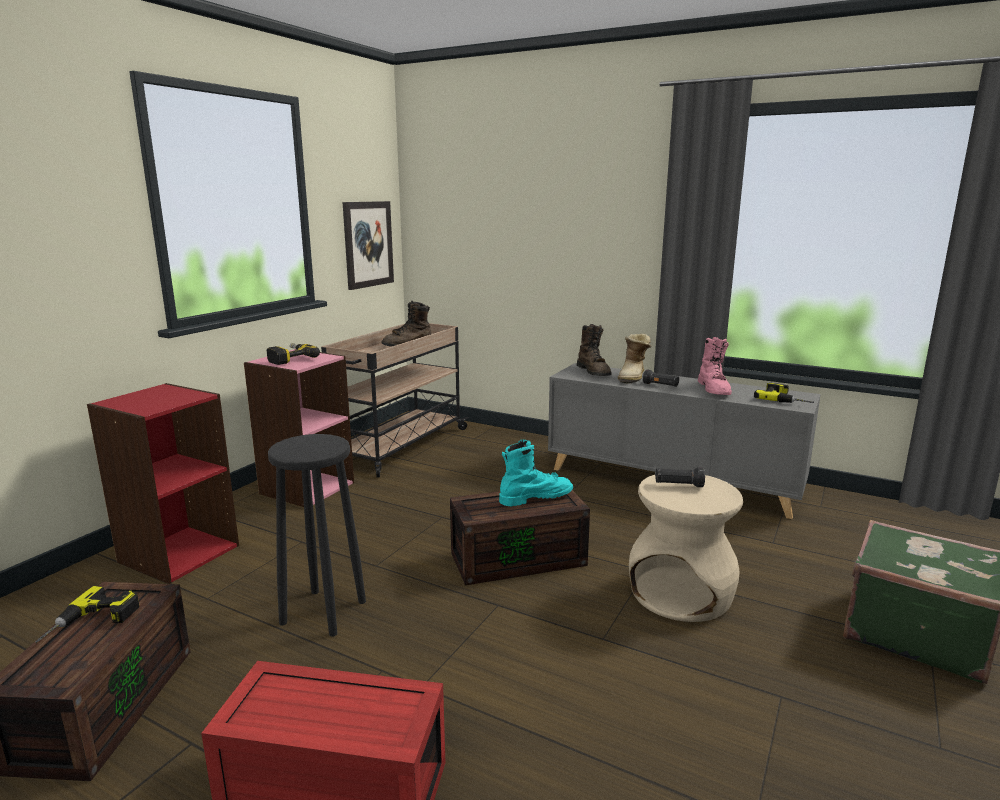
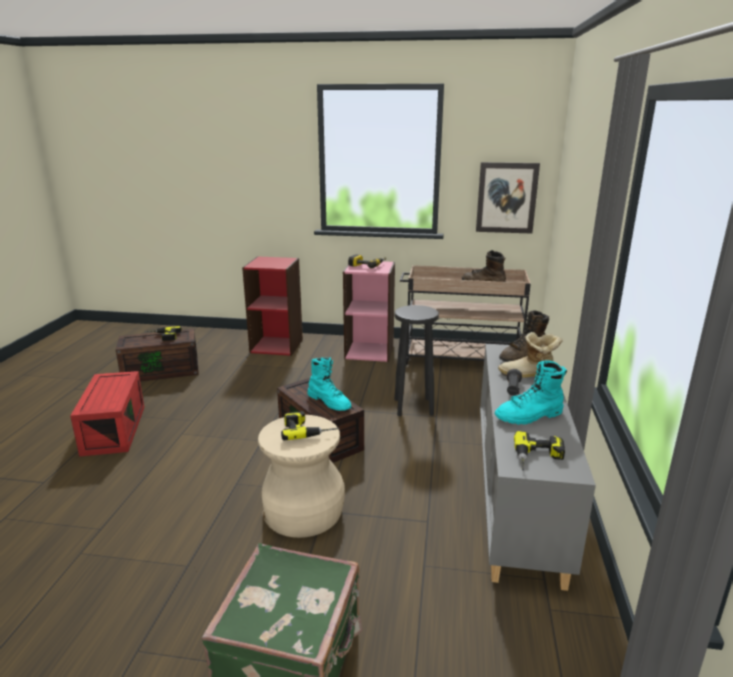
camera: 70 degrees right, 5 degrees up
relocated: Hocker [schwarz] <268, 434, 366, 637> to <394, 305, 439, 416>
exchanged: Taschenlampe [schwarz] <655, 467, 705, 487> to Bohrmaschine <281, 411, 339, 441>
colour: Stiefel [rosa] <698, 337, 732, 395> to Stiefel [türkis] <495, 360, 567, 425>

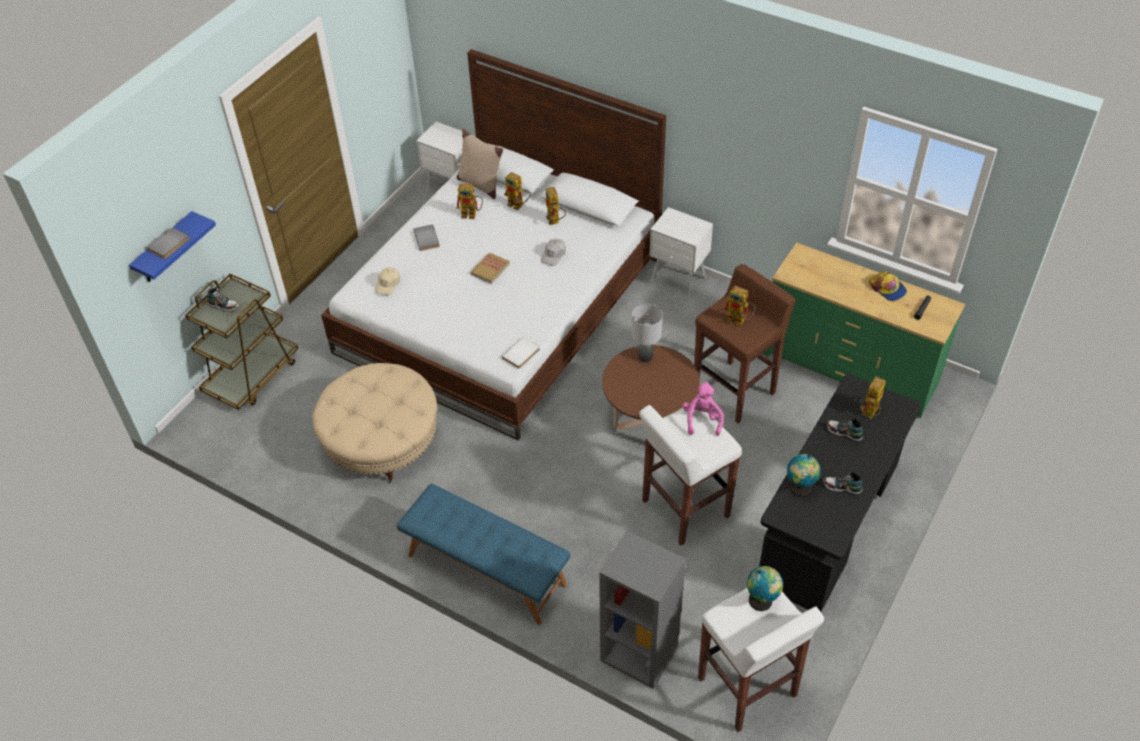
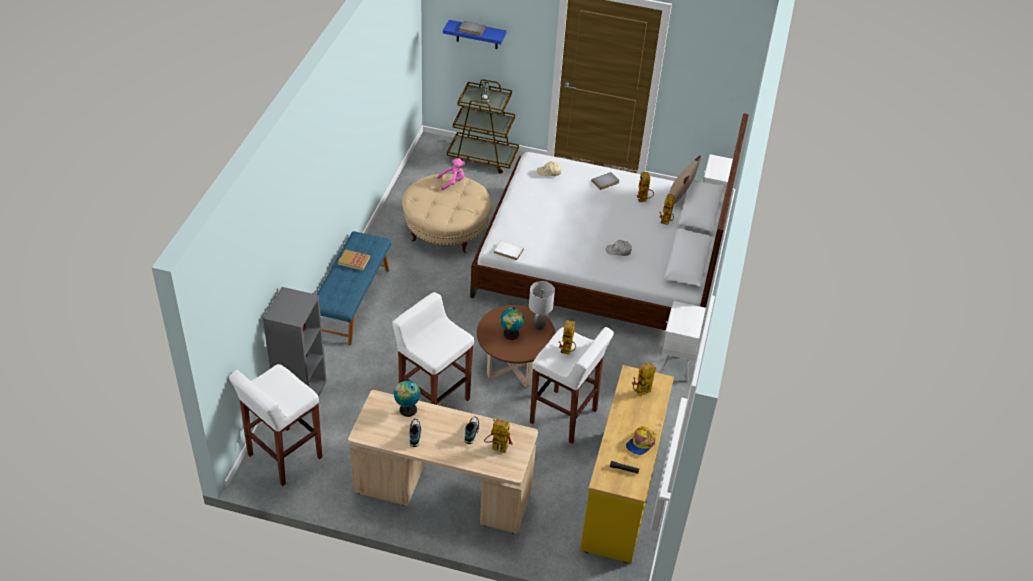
camera: 70 degrees right, 5 degrees down
relocated: Buch <471, 252, 510, 284> to <338, 249, 370, 271>; Spielzeugroboter <546, 187, 566, 225> to <632, 362, 656, 396>; Plüschtier [rosa] <682, 382, 724, 435> to <437, 158, 465, 190>; Globus <747, 566, 783, 611> to <500, 307, 524, 340>
colour: Hocker [braun] <694, 264, 796, 423> to Hocker [weiß] <530, 327, 614, 444>; Schreibtisch [schwarz] <759, 374, 922, 612> to Schreibtisch [beige] <348, 390, 538, 534>; Kommode [grün] <762, 242, 965, 418> to Kommode [gelb] <580, 365, 674, 563>

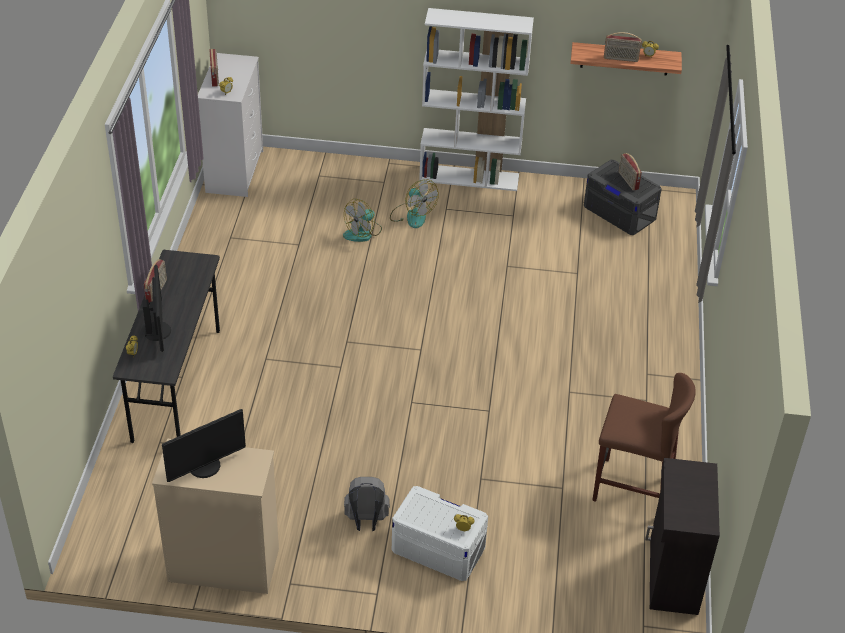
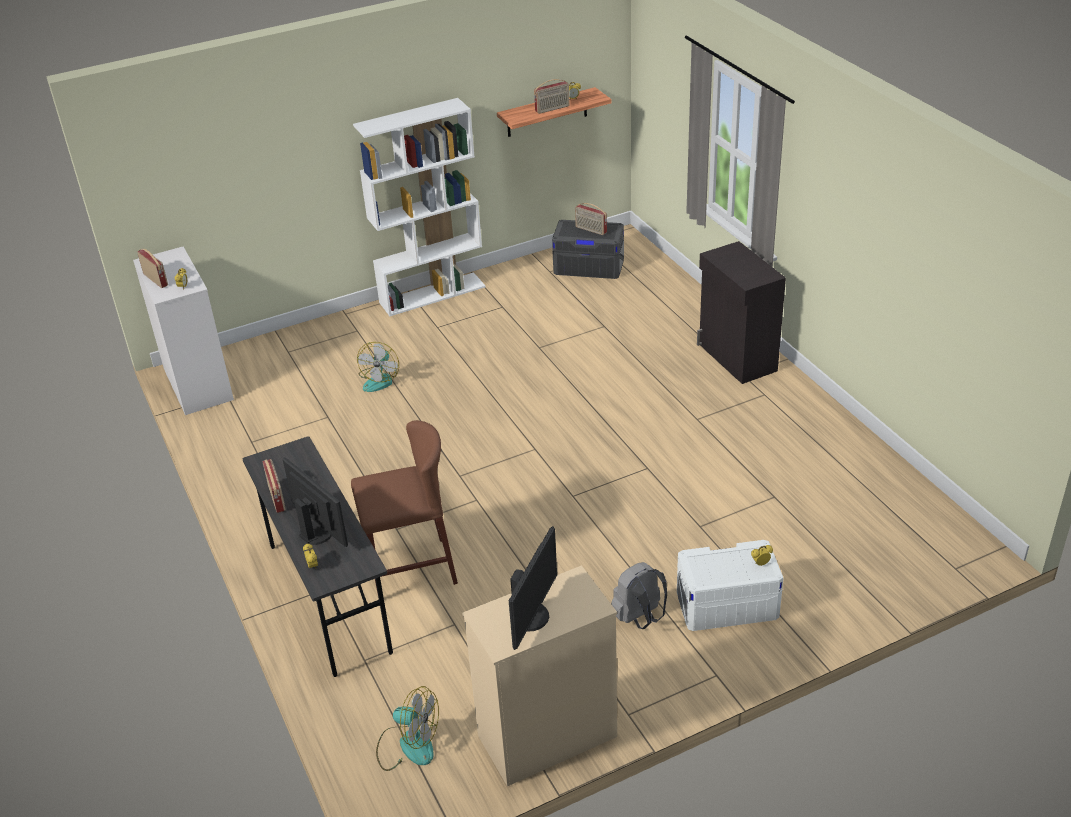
camera: 30 degrees left, 5 degrees down
relocated: Ventilator <390, 179, 439, 228> to <376, 686, 439, 771>; Hocker [braun] <592, 373, 696, 502> to <351, 420, 458, 598>; Schrank [schwarz] <645, 458, 720, 615> to <697, 241, 786, 384>

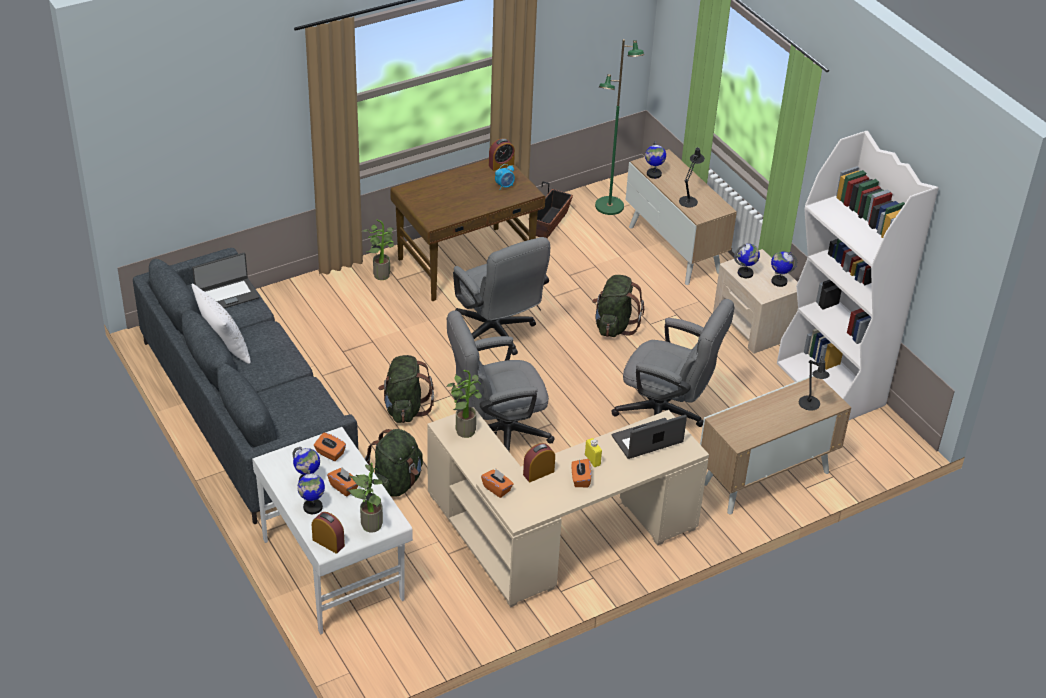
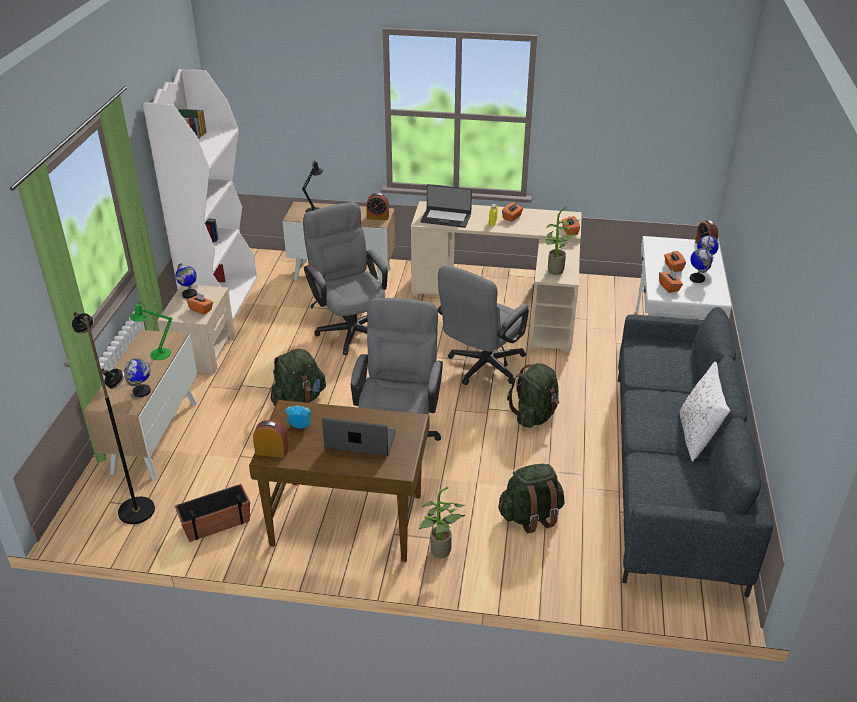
camera: 140 degrees left, 5 degrees down
missing: Topfpflanze <346, 462, 384, 532>
relocated: Laptop <192, 252, 259, 308> to <322, 418, 396, 456>; Rucksack [grün] <364, 429, 423, 496> to <498, 464, 564, 533>; Wecker <523, 443, 555, 482> to <366, 193, 389, 220>
exchanged: Globus <734, 244, 760, 278> to Taschentuchbox [orange] <187, 293, 213, 315>
colour: Stehlampe [grün] <595, 39, 644, 215> to Stehlampe [schwarz] <72, 312, 155, 524>; Tischlampe [schwarz] <679, 148, 705, 208> to Tischlampe [grün] <130, 301, 172, 360>
spun: Bürostuhl [grau] <447, 310, 555, 451> = <437, 265, 529, 385> 105 degrees clockwise

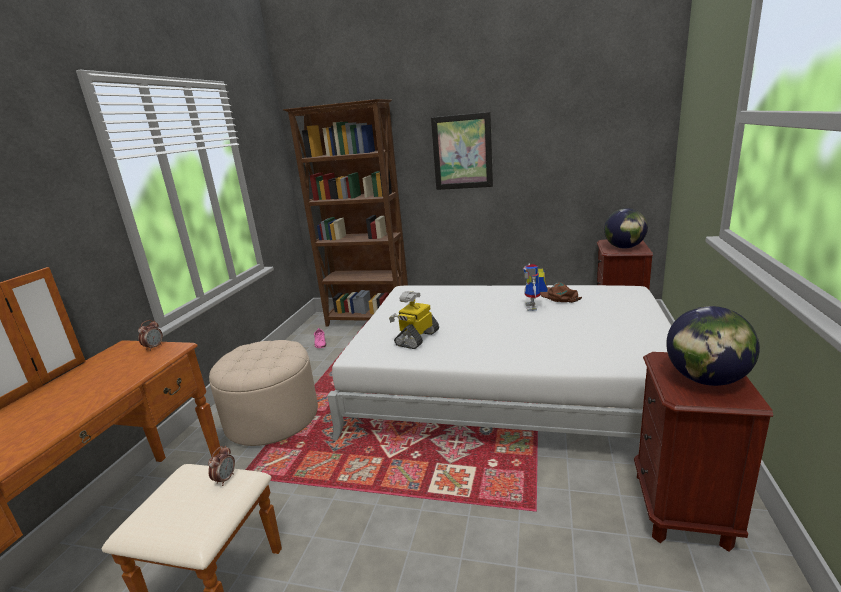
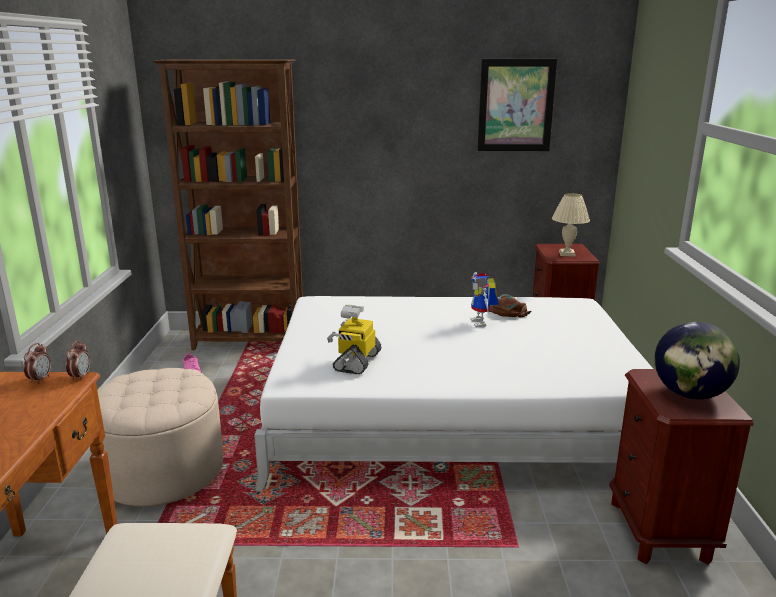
camera: 15 degrees left, 0 degrees up
relocated: Wecker <208, 446, 235, 486> to <66, 341, 90, 381>; Bild <431, 112, 493, 190> to <477, 59, 557, 151>
exchanged: Globus <604, 208, 648, 249> to Tischlampe [beige] <552, 193, 590, 257>

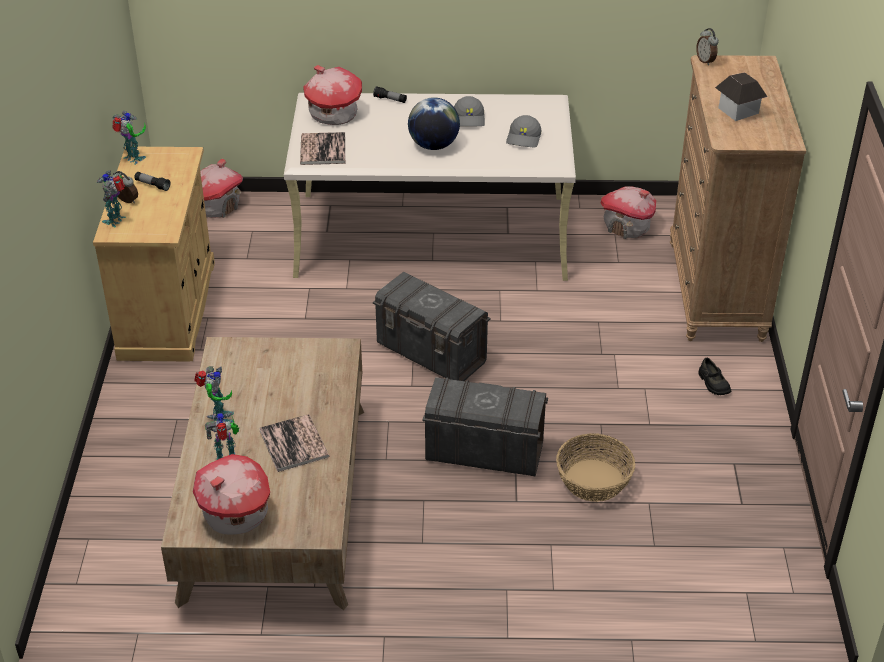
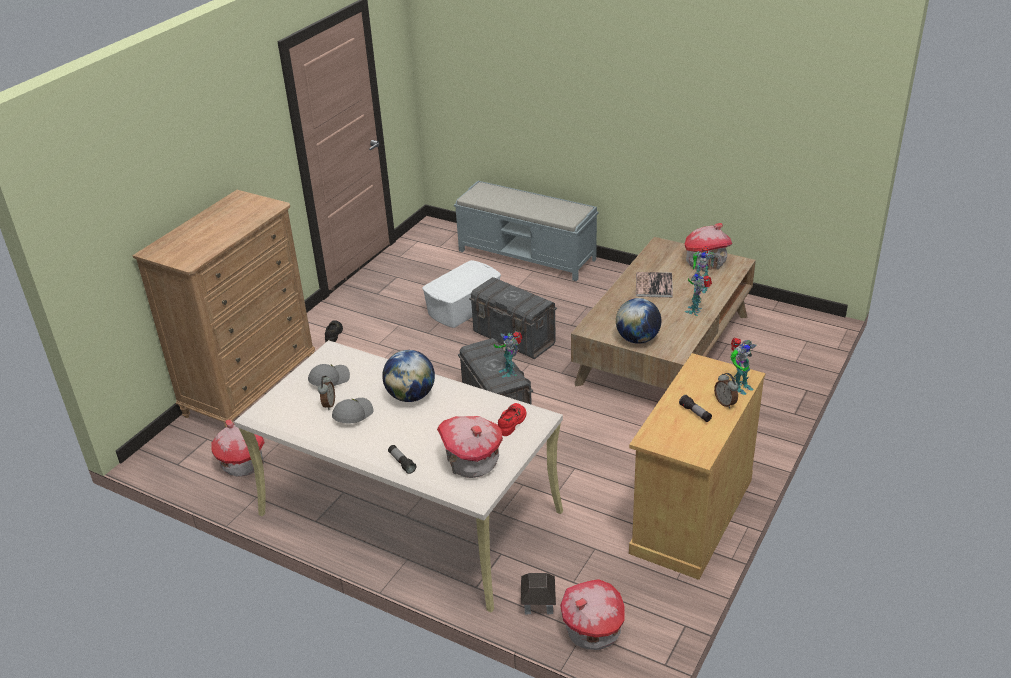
camera: 150 degrees left, 5 degrees down
appeared: Bank [grau] <454, 181, 598, 281>; Globus <616, 298, 661, 344>
relocated: Spielzeugroboter <112, 111, 146, 165> to <494, 332, 522, 378>; Wecker <696, 28, 719, 66> to <318, 376, 335, 410>; Spielzeughaus <715, 72, 767, 121> to <521, 573, 556, 614>
exchanged: Buch <300, 132, 345, 165> to Schuh [rot] <498, 403, 527, 436>; Korb <556, 433, 635, 502> to Aufbewahrungsbox [weiß] <422, 260, 501, 328>

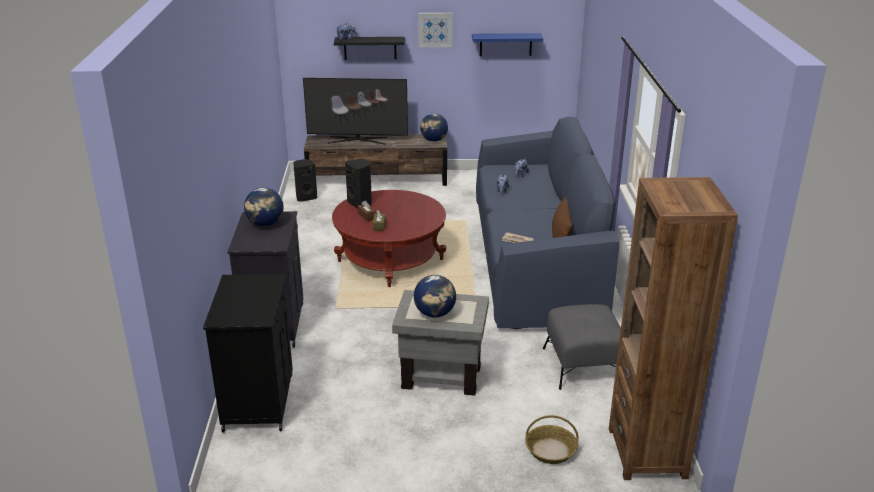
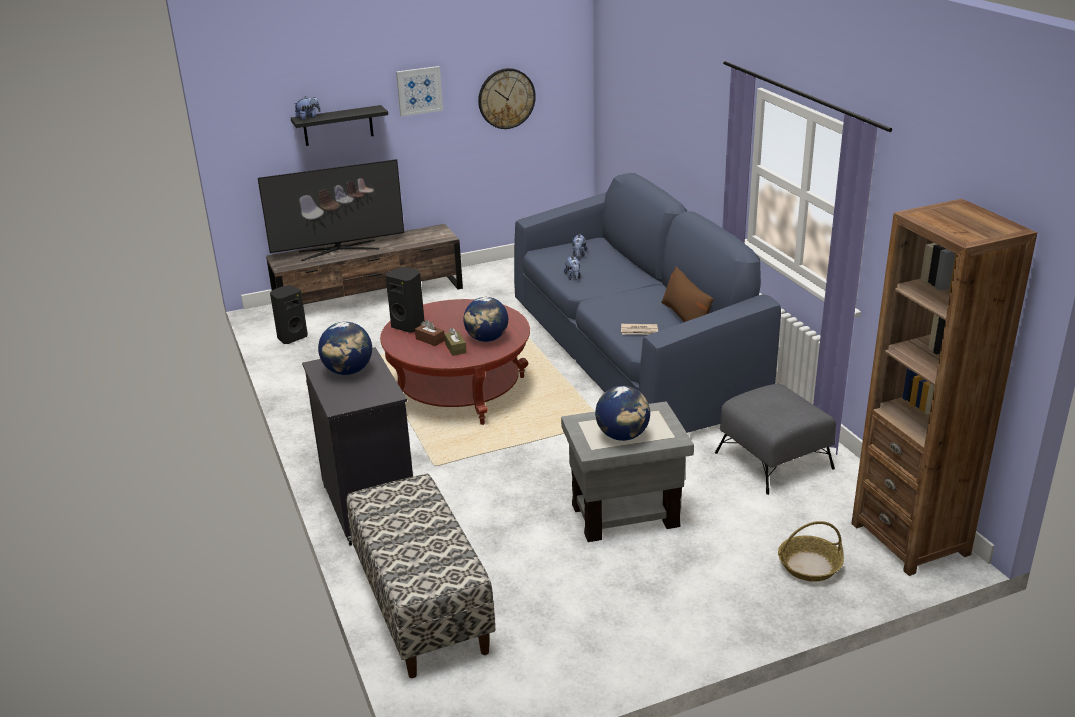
camera: 20 degrees left, 0 degrees up
relocated: Globus <420, 114, 448, 142> to <463, 297, 508, 342>
exchanged: Schrank [schwarz] <203, 274, 293, 432> to Bank <347, 474, 495, 678>; Wandregal [blau] <472, 33, 543, 56> to Wanduhr <478, 68, 536, 129>

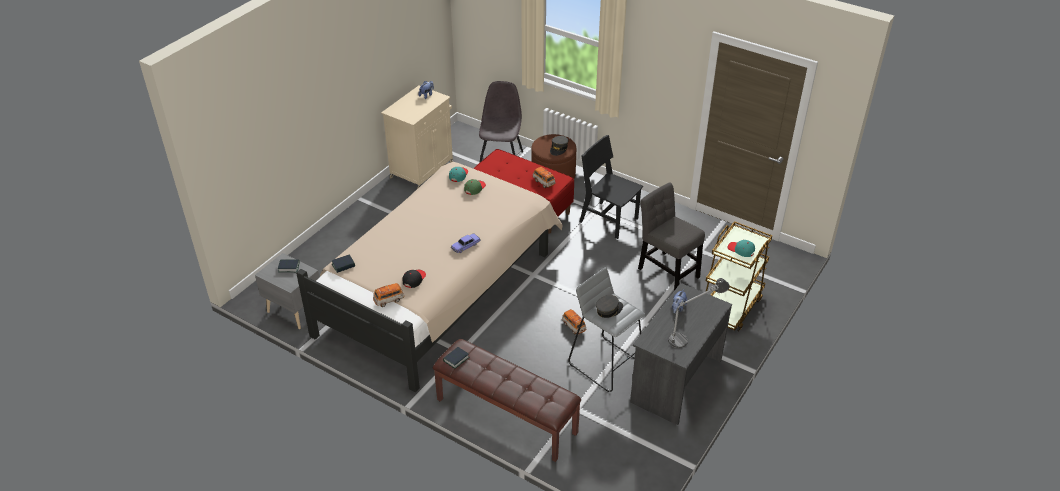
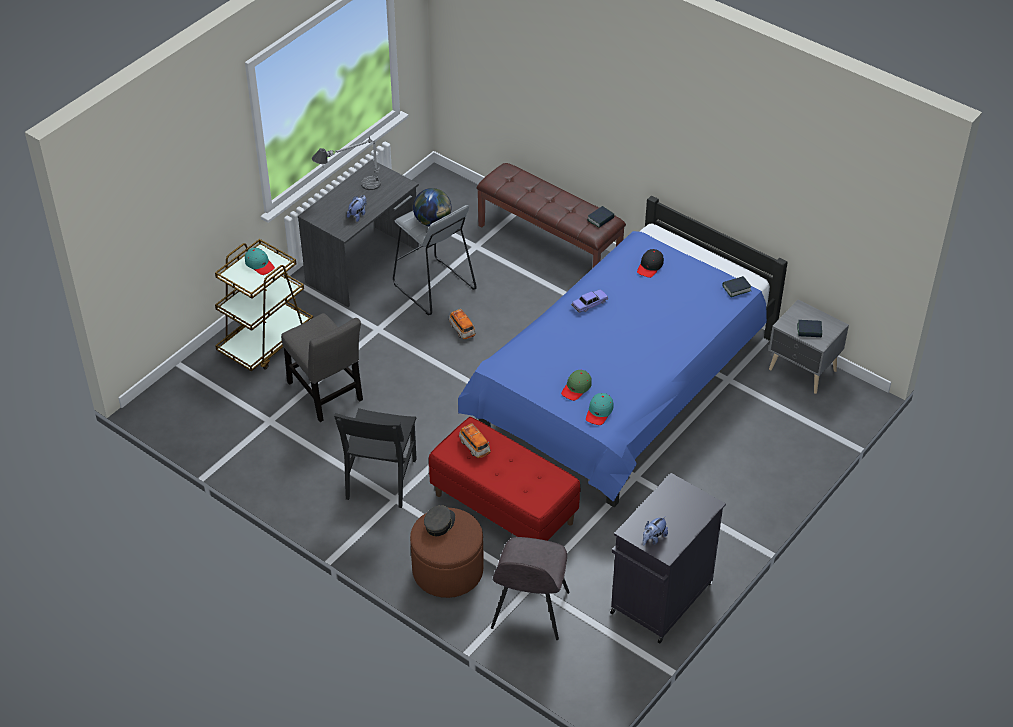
camera: 175 degrees left, 5 degrees up
missing: Spielzeugauto <373, 283, 404, 307>
exchanged: Kappe [grau] <596, 295, 623, 318> to Globus <413, 188, 452, 226>
colour: Bett [beige] <296, 162, 563, 392> to Bett [blau] <458, 195, 788, 507>; Schrank [beige] <381, 86, 453, 189> to Schrank [schwarz] <610, 473, 726, 644>
spun: Stuhl [schwarz] <580, 135, 643, 239> = <334, 408, 417, 508> 60 degrees clockwise

